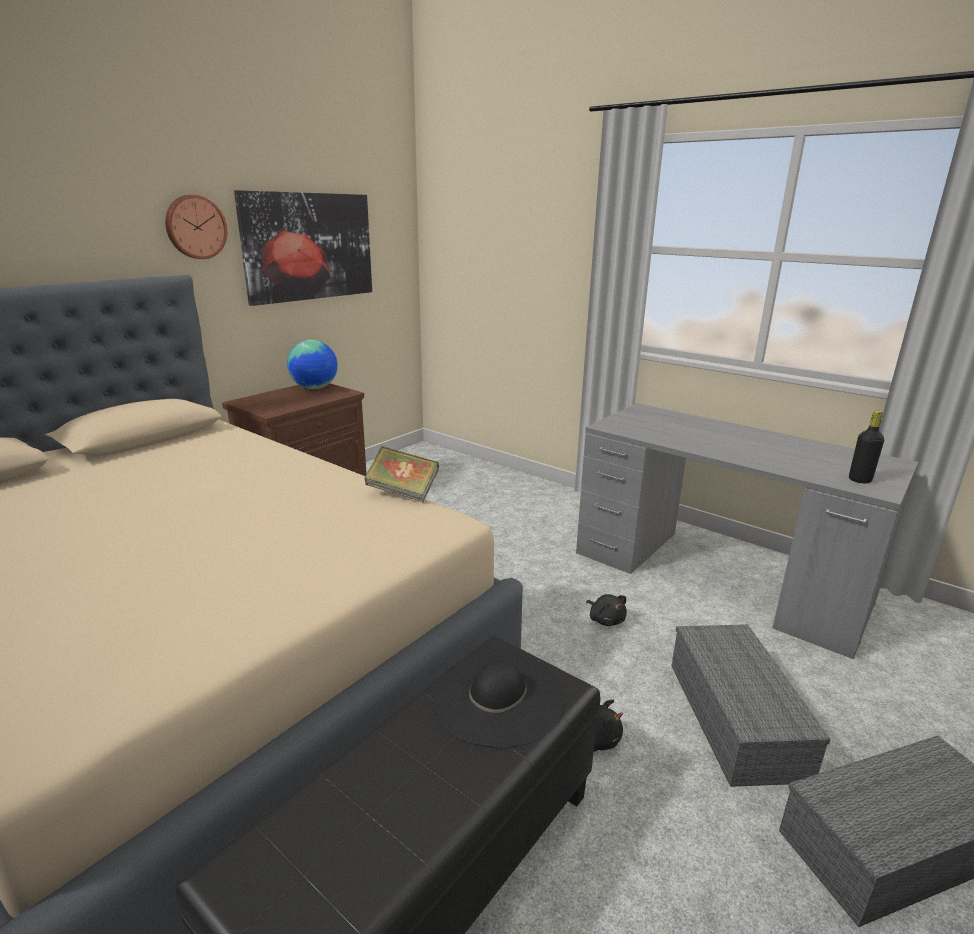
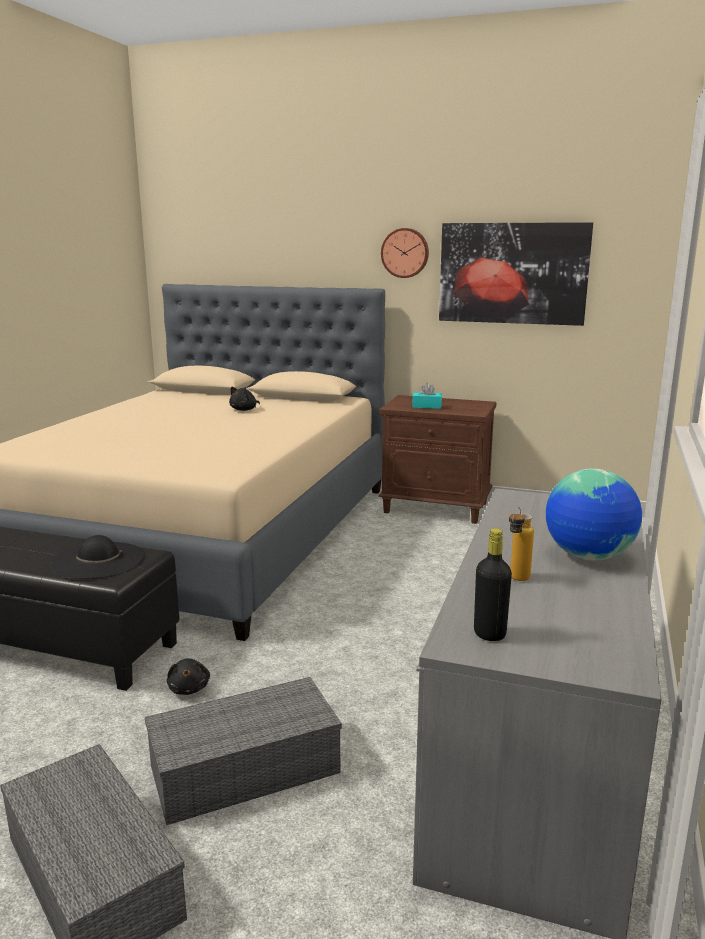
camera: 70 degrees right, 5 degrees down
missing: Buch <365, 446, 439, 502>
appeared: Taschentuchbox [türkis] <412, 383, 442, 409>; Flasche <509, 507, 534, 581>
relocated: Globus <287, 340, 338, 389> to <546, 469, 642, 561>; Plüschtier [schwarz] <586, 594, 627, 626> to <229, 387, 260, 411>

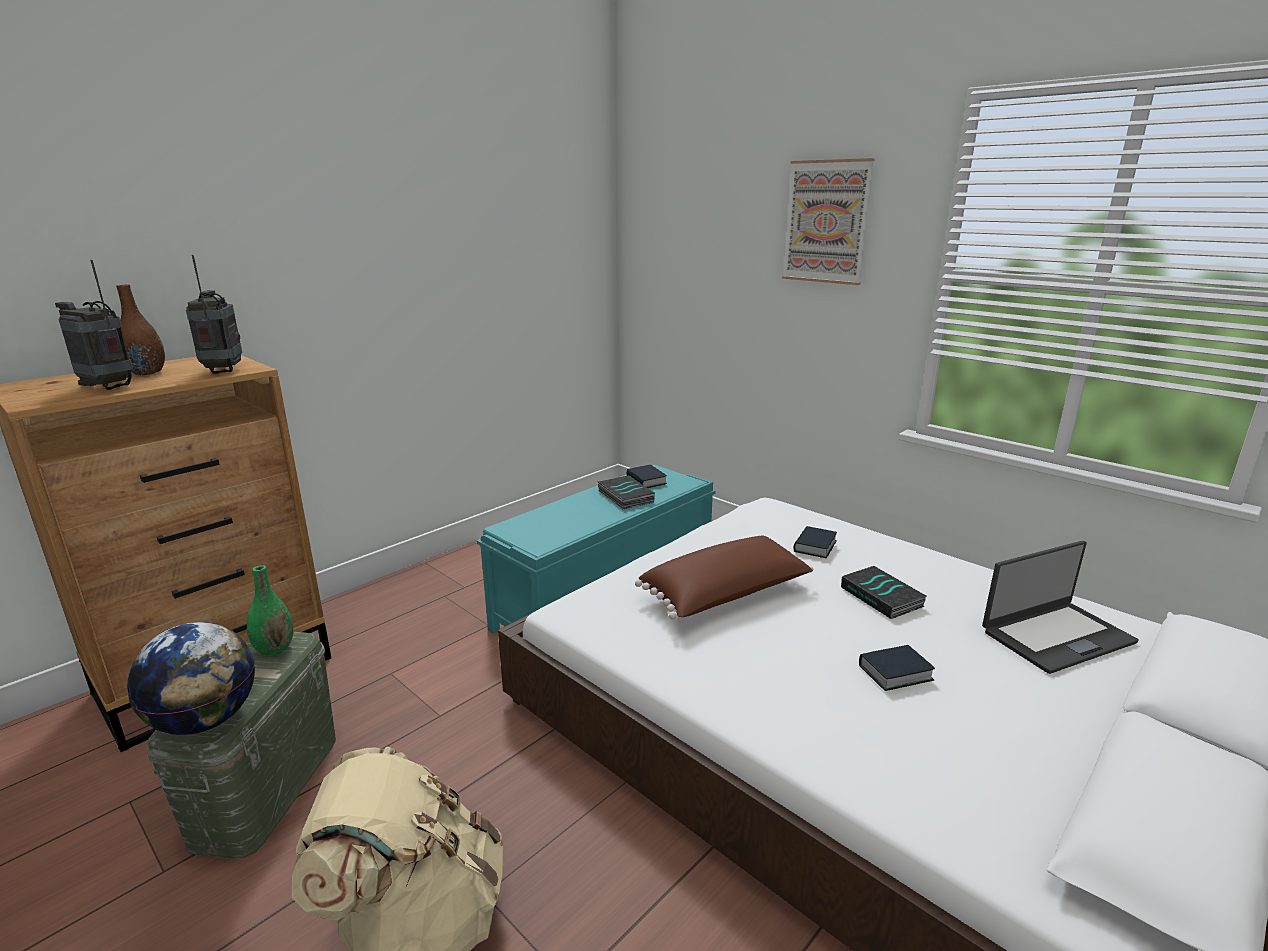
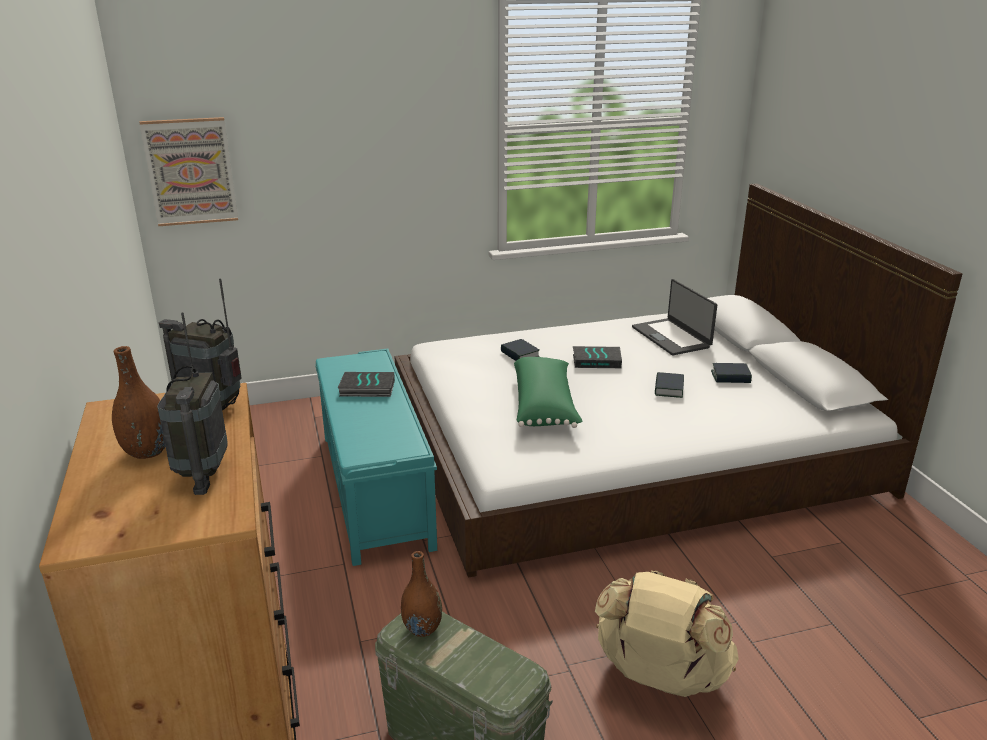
camera: 60 degrees left, 5 degrees up
missing: Globus <127, 622, 255, 735>
relocated: Buch <626, 465, 667, 488> to <711, 363, 752, 383>; Bild <782, 158, 875, 285> to <139, 117, 238, 226>
colour: Vase [grün] <247, 565, 293, 656> to Vase [braun] <401, 551, 442, 637>; Kissen [braun] <635, 536, 813, 619> to Kissen [grün] <514, 357, 582, 428>
spun: Radio <55, 260, 133, 390> = <157, 312, 228, 495> 60 degrees counterclockwise; Laptop <982, 541, 1139, 674> = <632, 279, 717, 355> 150 degrees clockwise

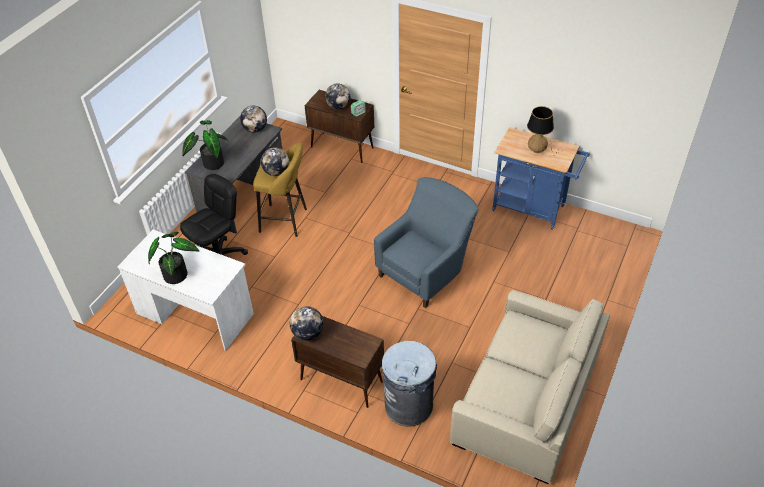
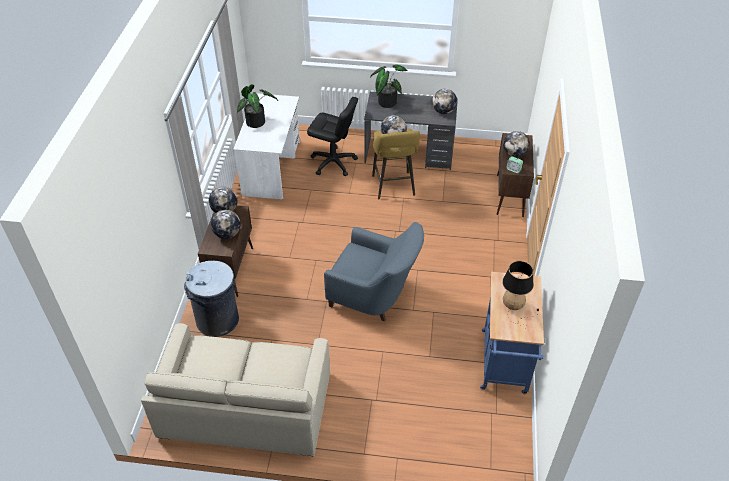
camera: 70 degrees right, 0 degrees up
appeared: Globus <211, 210, 240, 239>

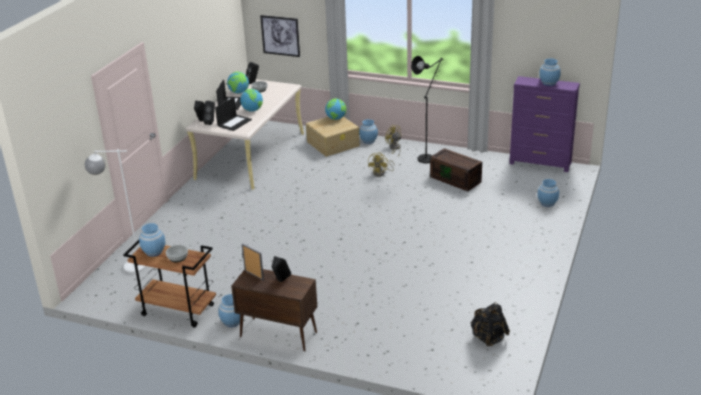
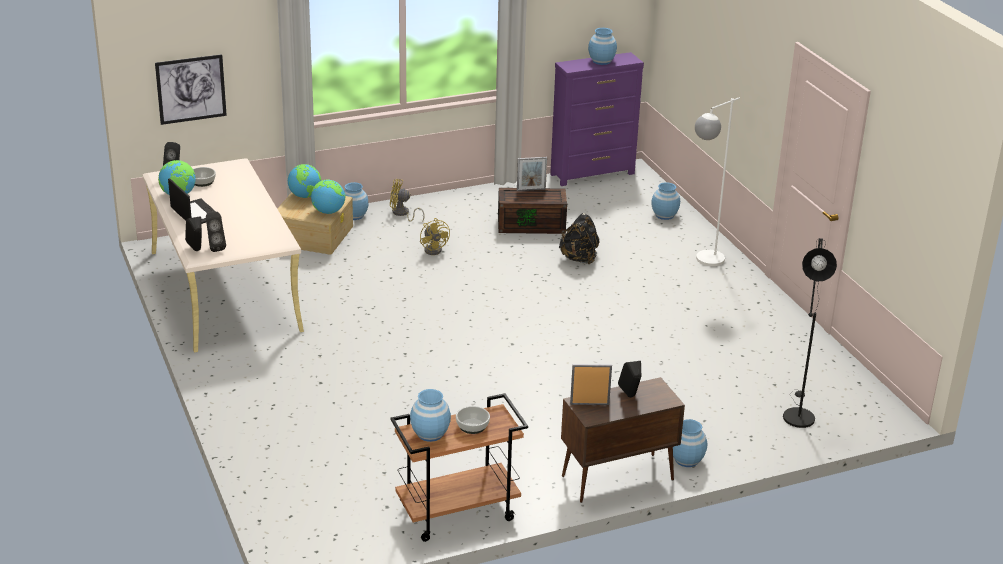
camera: 45 degrees left, 0 degrees up
missing: Laptop <215, 97, 252, 131>
appeared: Bilderrahmen <517, 157, 547, 191>
relocated: Stehlampe [weiß] <85, 149, 146, 273> to <695, 97, 740, 266>; Vase [blau] <218, 294, 240, 327> to <673, 419, 707, 467>; Globus <240, 89, 263, 112> to <311, 180, 345, 214>; Stehlampe [schwarz] <411, 56, 443, 163> to <783, 238, 837, 428>; Rucksack [schwarz] <470, 302, 510, 346> to <559, 213, 600, 264>

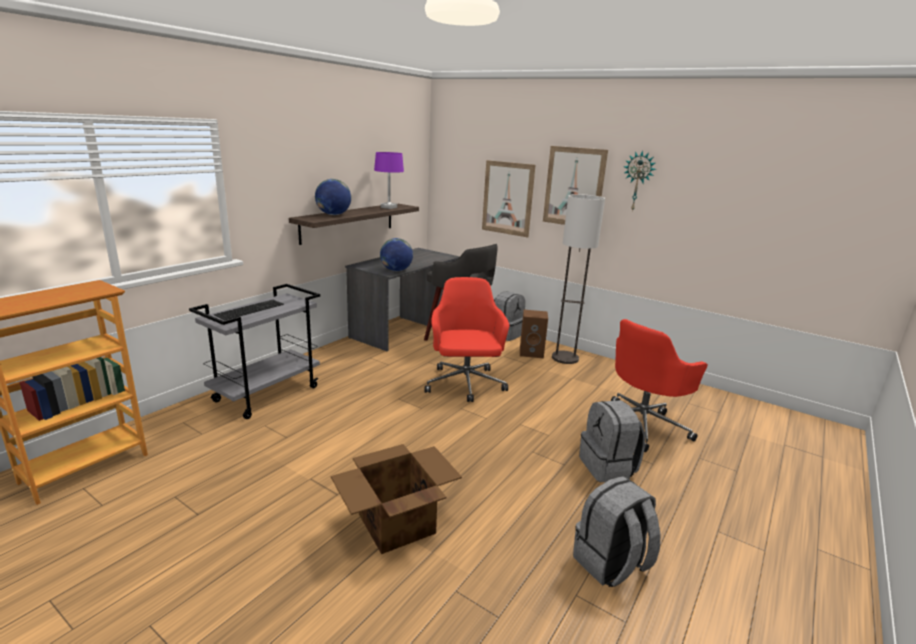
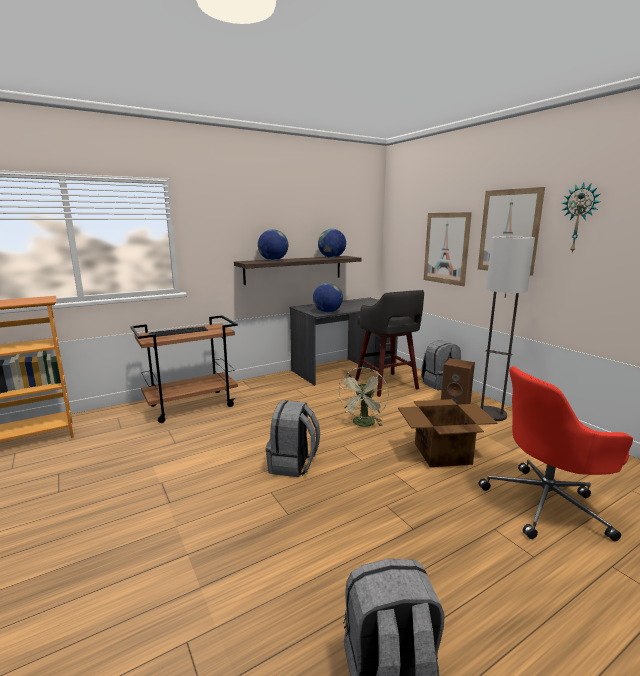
camera: 25 degrees right, 5 degrees down
relocated: Karton <331, 444, 462, 554> to <398, 399, 498, 467>; Rucksack [grau] <579, 400, 645, 482> to <266, 400, 320, 477>
exchanged: Tischlampe [lila] <374, 152, 404, 209> to Globus <318, 229, 346, 258>; Bürostuhl [rot] <425, 277, 509, 402> to Ventilator [beige] <337, 367, 389, 427>
colour: Rollwagen [grau] <189, 284, 320, 419> to Rollwagen [braun] <130, 315, 238, 423>

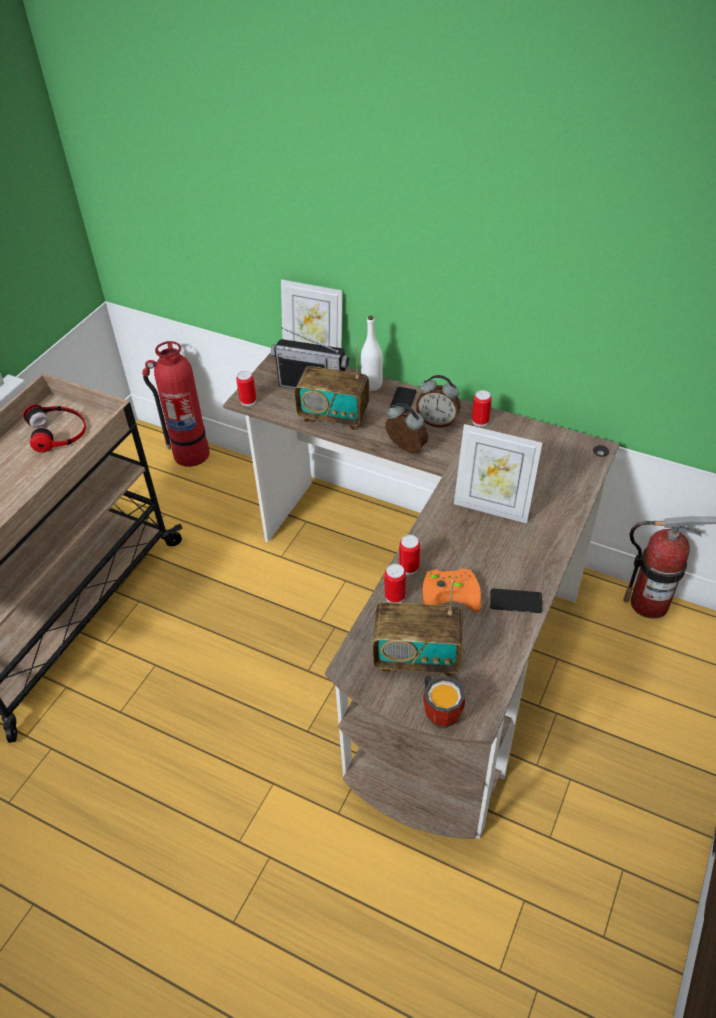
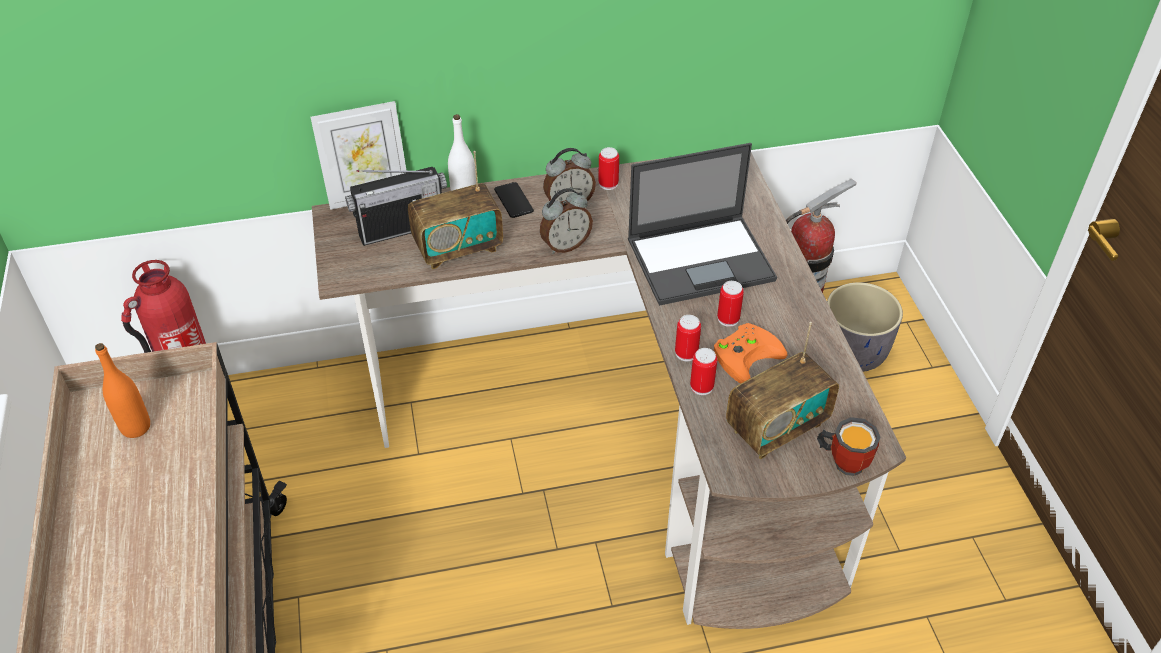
camera: 40 degrees left, 0 degrees up
missing: Handy <490, 588, 542, 613>
appeared: Pflanzkübel [grau] <827, 282, 903, 372>
relocated: Dose <236, 371, 256, 406> to <717, 281, 744, 327>
exchanged: Kopfhörer <23, 404, 86, 452> to Flasche [orange] <95, 343, 150, 438>; Bilderrahmen <454, 424, 542, 524> to Laptop <628, 143, 777, 306>
spun: Wecker <385, 403, 428, 453> = <540, 188, 593, 254> 150 degrees clockwise

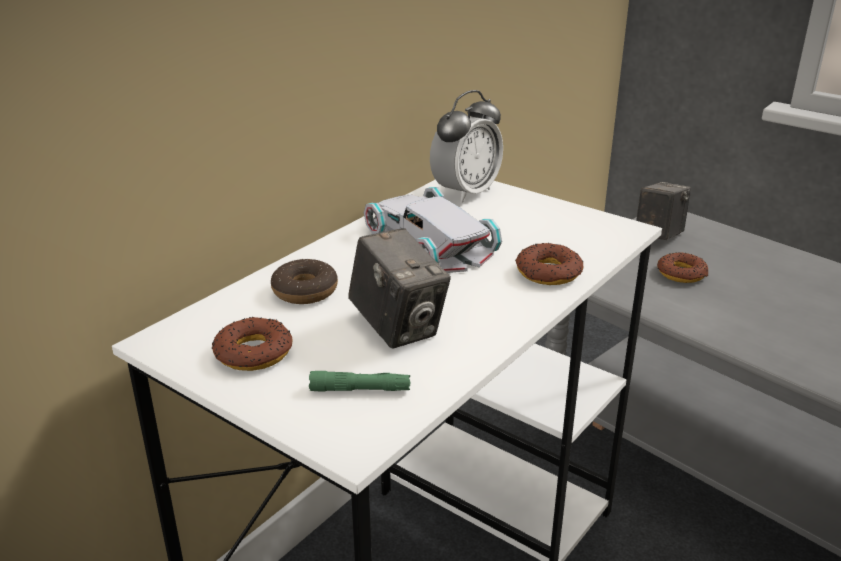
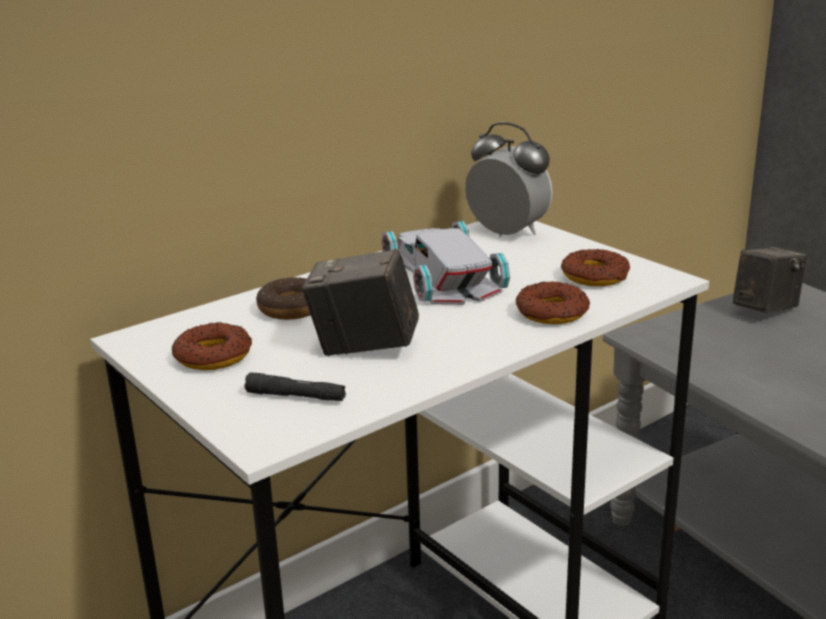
camera: 15 degrees right, 5 degrees down
relocated: Donut <657, 252, 708, 283> to <561, 249, 630, 286>
colour: Taschenlampe [grün] <309, 371, 410, 392> to Taschenlampe [schwarz] <244, 373, 346, 401>
spun: Kamera <348, 228, 451, 348> = <302, 248, 419, 356> 120 degrees clockwise; Wecker <430, 90, 503, 203> = <465, 122, 553, 237> 105 degrees counterclockwise

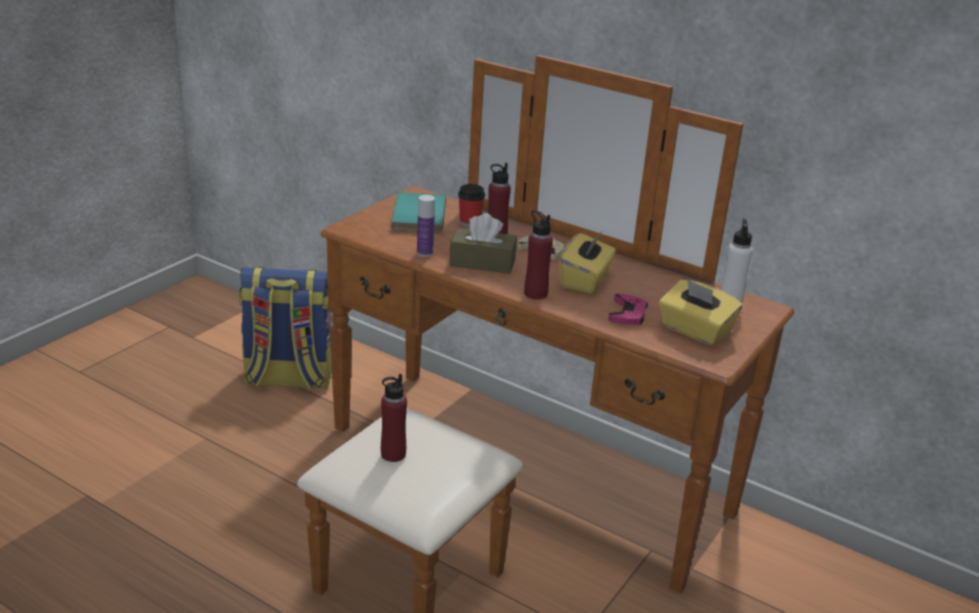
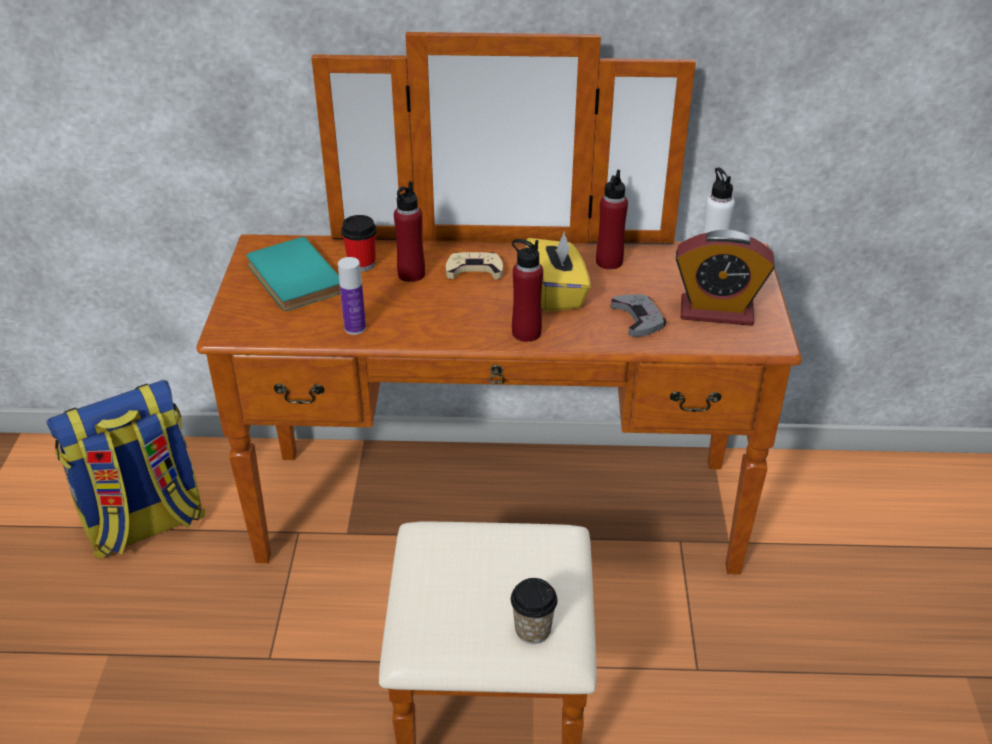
camera: 30 degrees left, 10 degrees up
missing: Taschentuchbox [braun] <449, 213, 517, 274>
appeared: Tasse <511, 578, 558, 644>
relocated: Flasche [rot] <381, 374, 407, 462> to <596, 170, 628, 270>
exchanged: Taschentuchbox [gelb] <659, 279, 742, 346> to Wecker <676, 230, 775, 326>
colour: Gamepad [rosa] <608, 294, 648, 325> to Gamepad [grau] <611, 294, 666, 337>

